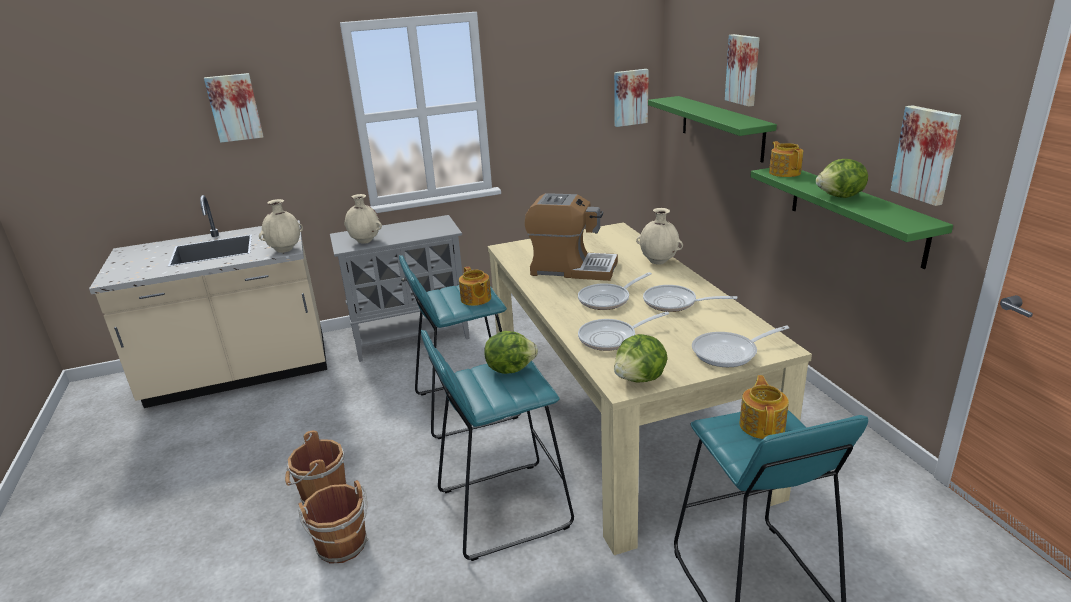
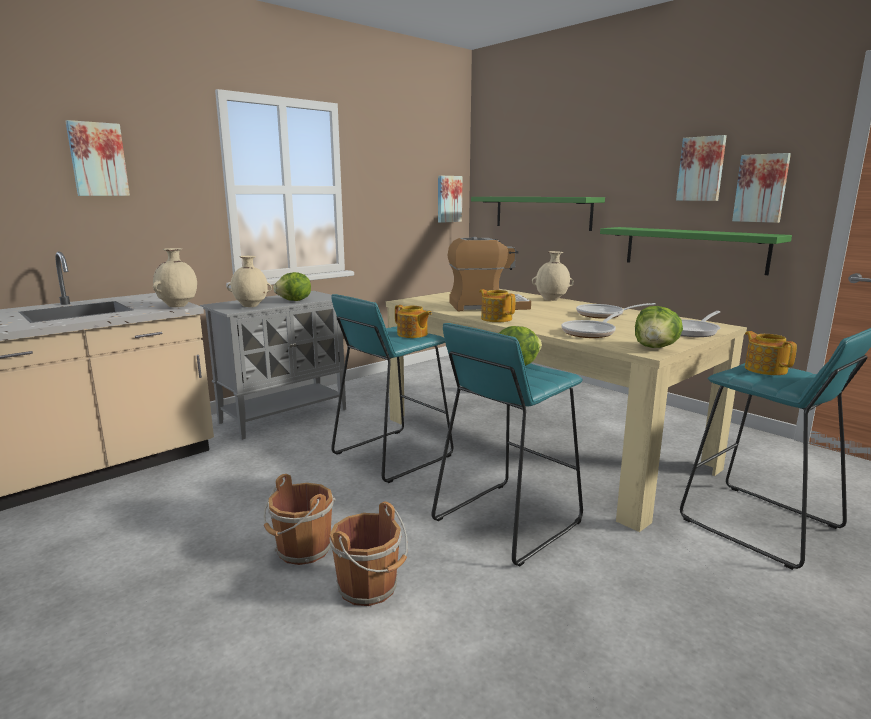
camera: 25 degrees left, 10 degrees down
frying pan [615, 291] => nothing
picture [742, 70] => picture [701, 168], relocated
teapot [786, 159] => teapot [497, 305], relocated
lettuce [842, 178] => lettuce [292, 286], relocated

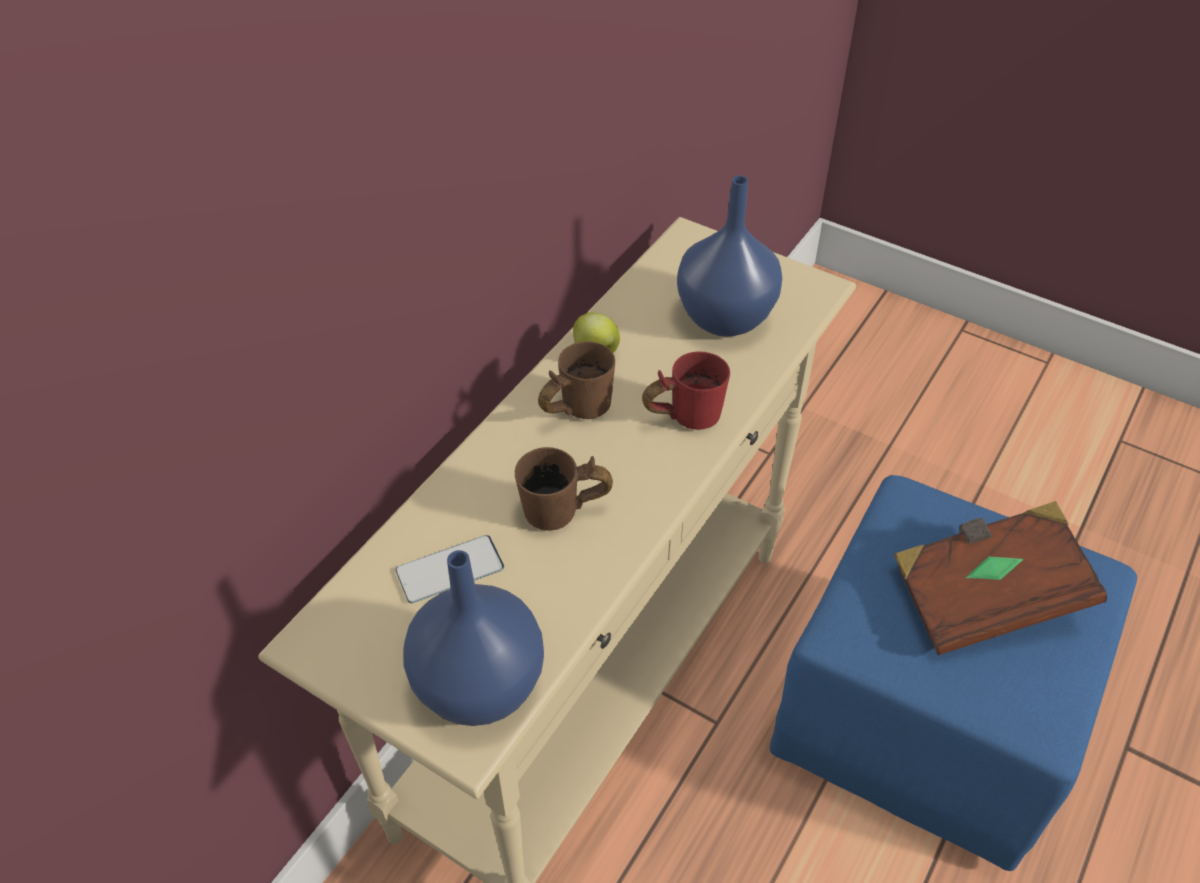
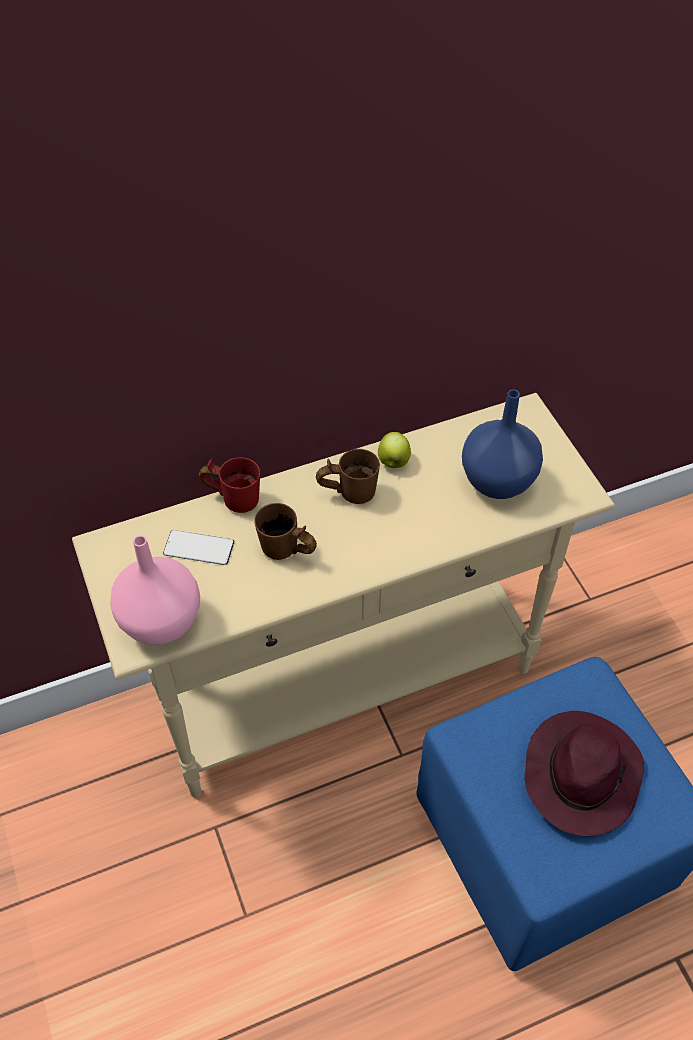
camera: 35 degrees right, 5 degrees up
mug/red [686, 390] => mug/red [229, 485], relocated
book/brown [1000, 578] => hat/purple [584, 773]
vase/blue [473, 638] => vase/pink [155, 590]

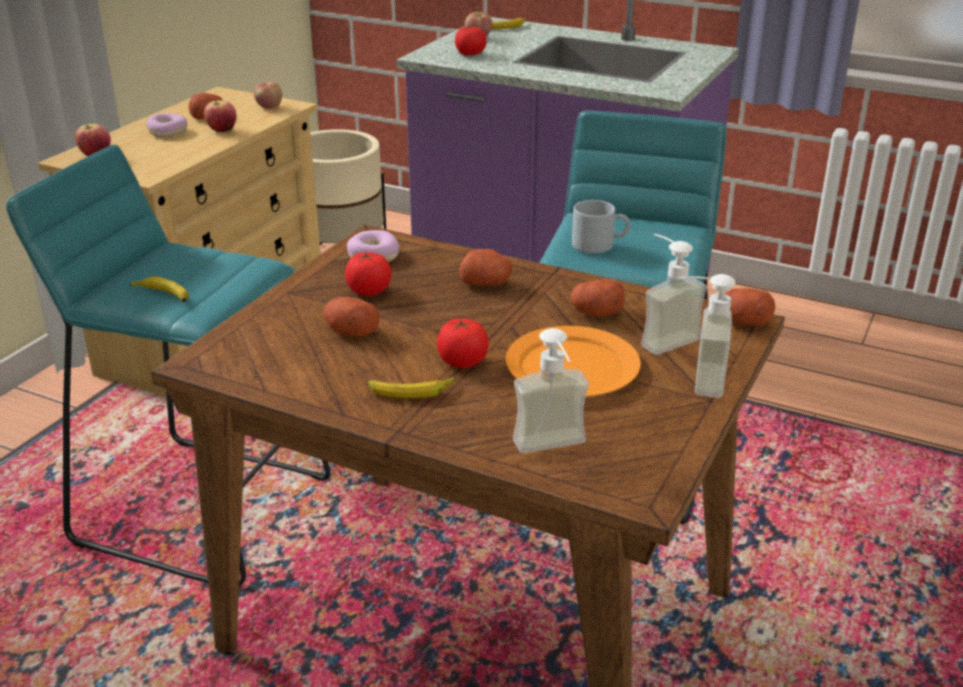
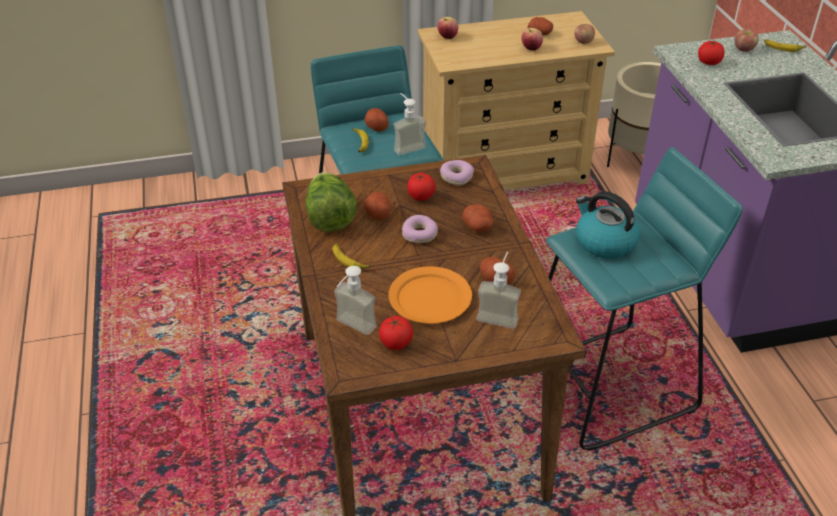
camera: 50 degrees right, 10 degrees up
nothing => lettuce [331, 202]
donut [167, 125] => donut [420, 229], relocated
tomato [463, 342] => tomato [396, 333], relocated
soap dispenser [707, 336] => soap dispenser [409, 124], relocated
potato [750, 307] => potato [376, 119], relocated
mug/grey [601, 226] => kettle [608, 225]

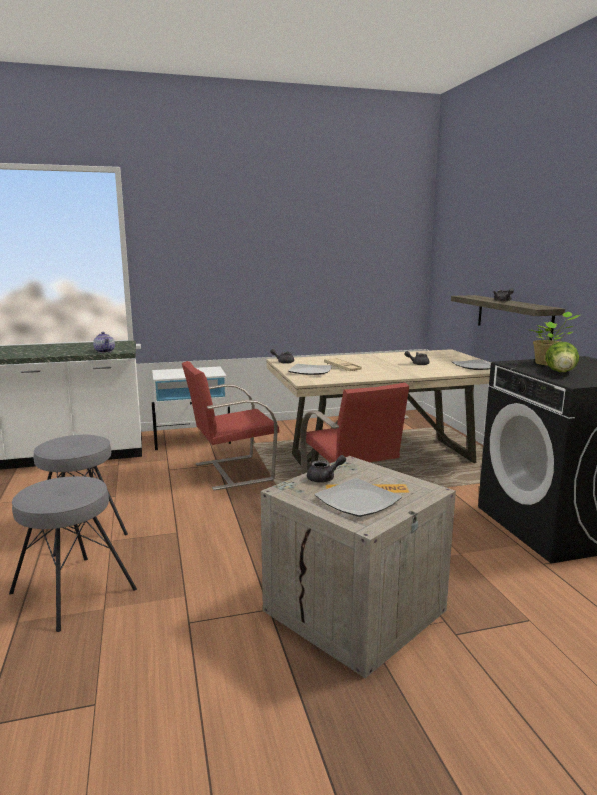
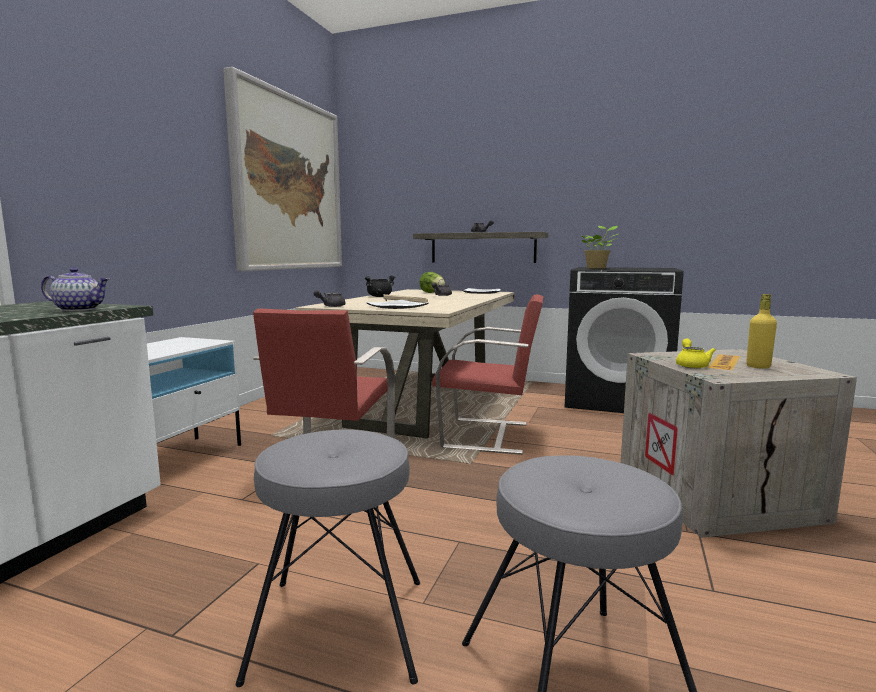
camera: 55 degrees left, 5 degrees down
nothing => picture [282, 169]
nothing => cooking pot/black [380, 286]
lettuce [562, 357] => lettuce [432, 282], relocated
plate [358, 497] => bottle/yellow [761, 331]
teapot/grey [326, 469] => teapot/yellow [696, 353]

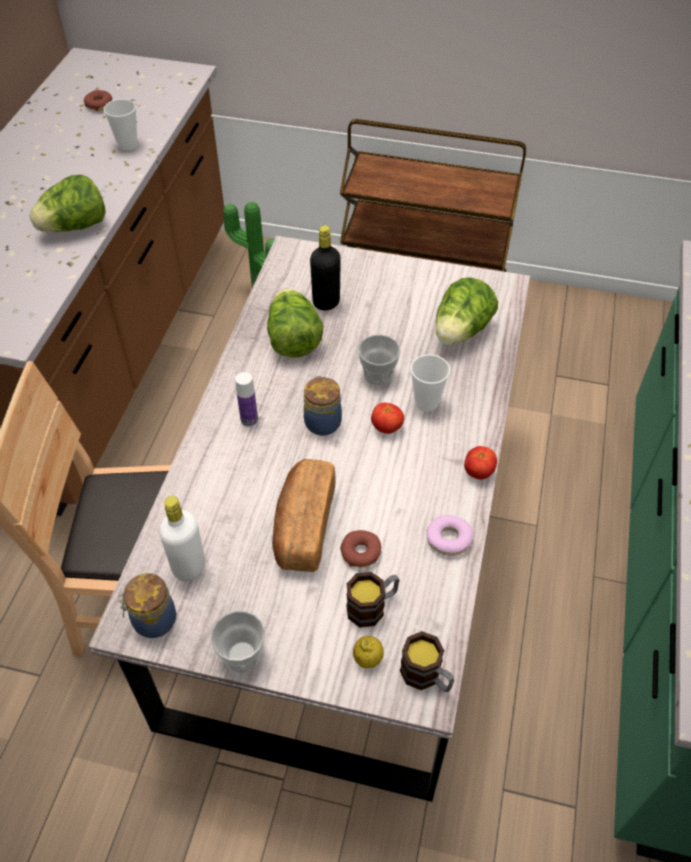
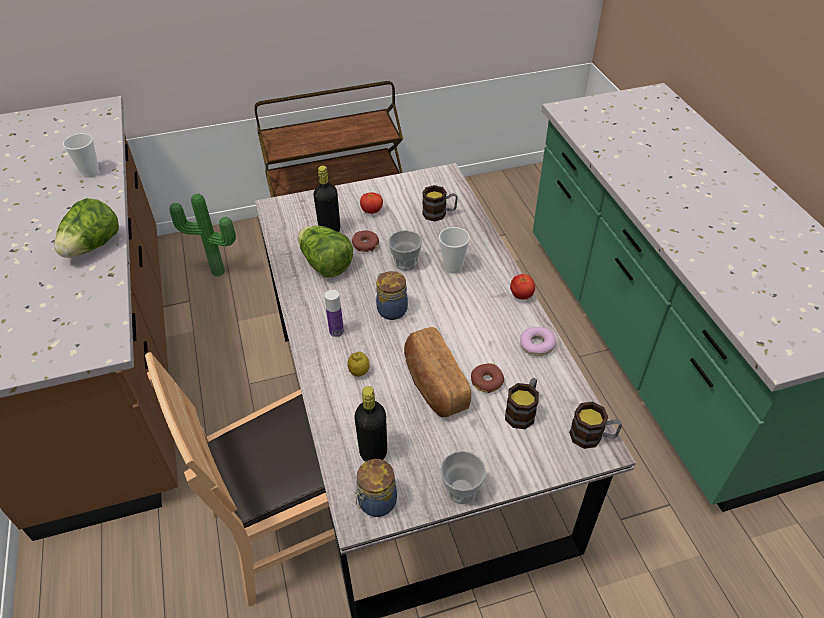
camera: 30 degrees left, 5 degrees down
donut [98, 101] => donut [365, 241], relocated
lemon [368, 652] => lemon [358, 364], relocated
tomato [387, 418] => tomato [371, 203], relocated
lettuce [467, 311] => mug [440, 203]
bottle/white [182, 538] => bottle/black [370, 424]

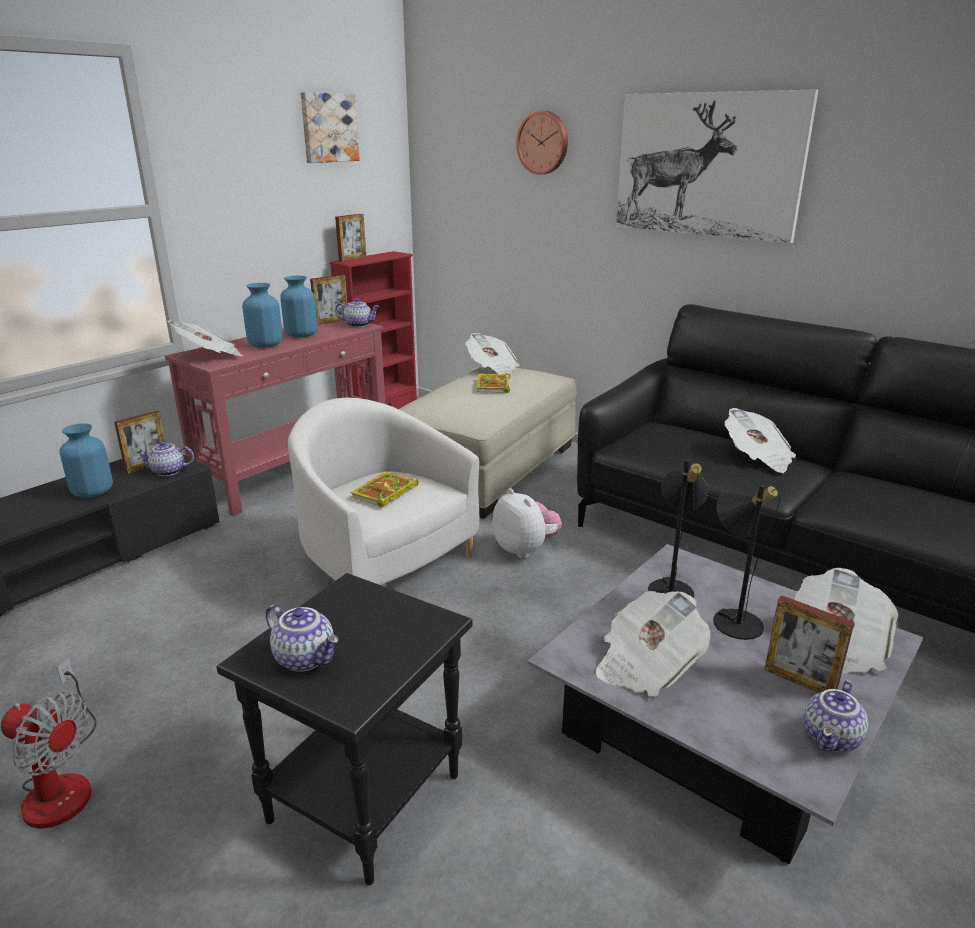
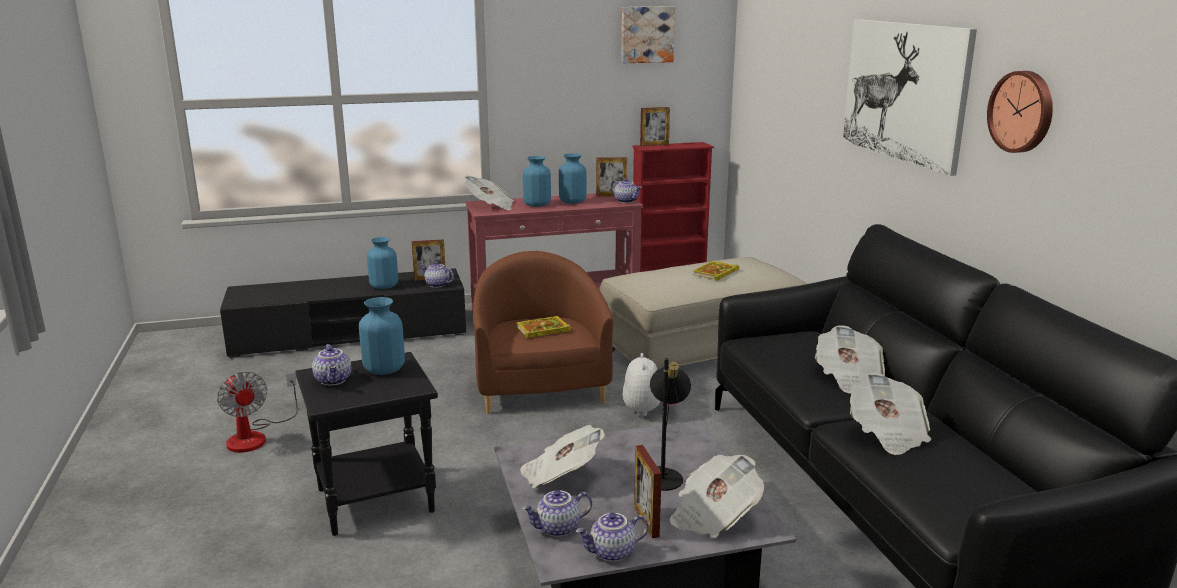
camera: 35 degrees right, 5 degrees down
table lamp/black [678, 528] => nothing
nothing => vase/blue [382, 336]
nothing => teapot [557, 513]
newspaper [492, 353] => newspaper [890, 414], relocated
wall clock [542, 142] => wall clock [1020, 112], relocated
armchair/white [383, 491] => armchair/brown [543, 332]

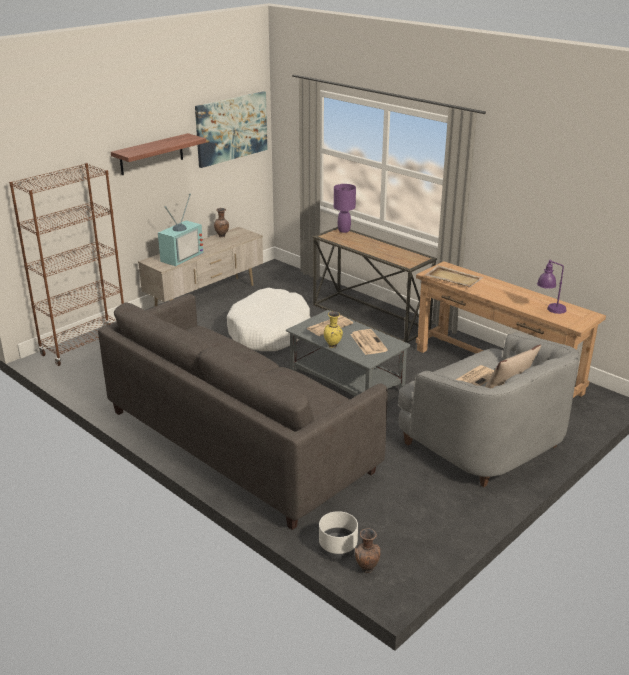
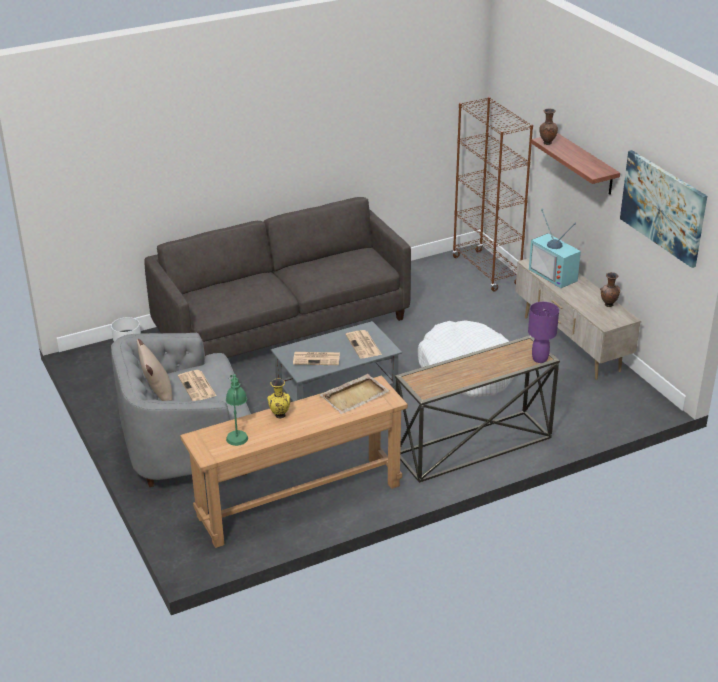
camera: 110 degrees right, 5 degrees up
vase/yellow [333, 329] => vase/yellow [278, 398], relocated
vase/brown [367, 551] => vase/brown [548, 127], relocated
table lamp/purple [552, 287] => table lamp/green [237, 410]

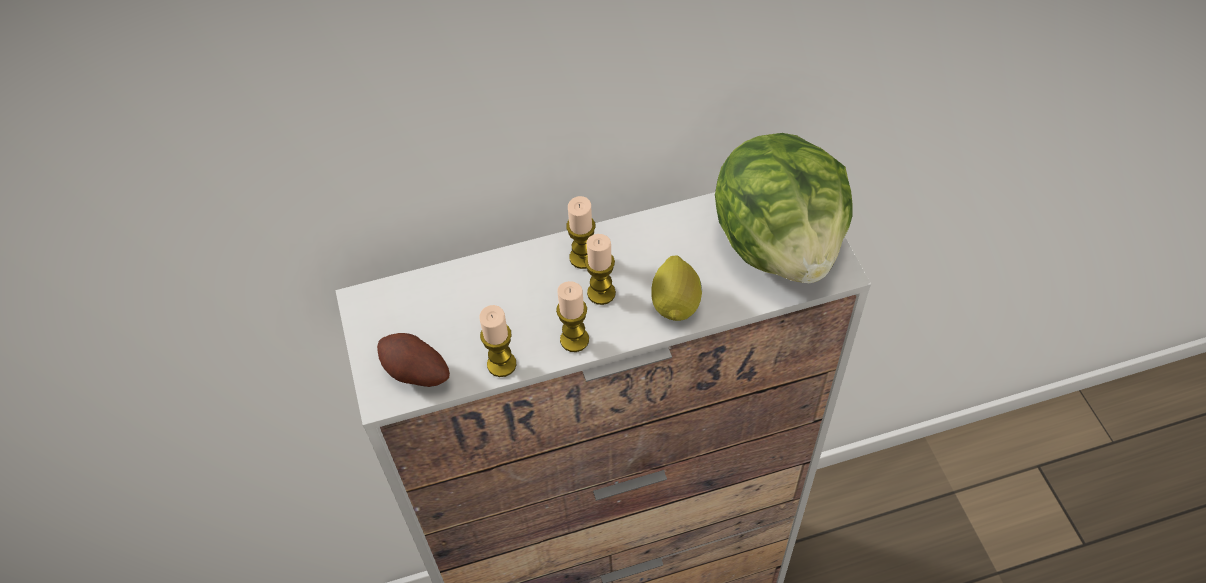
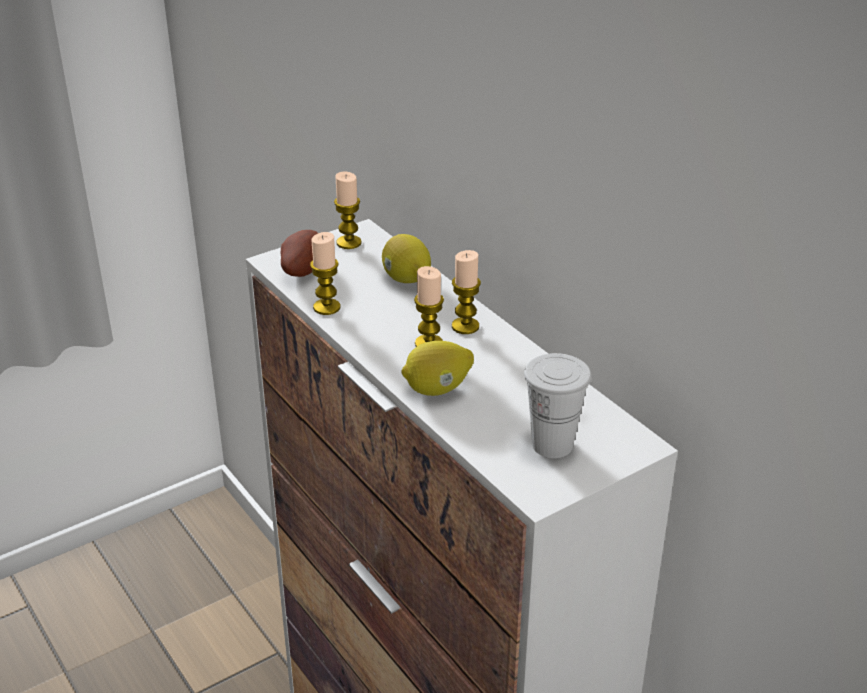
camera: 70 degrees right, 20 degrees down
nothing => lemon [406, 258]
candle [572, 316] => candle [348, 210], relocated
lettuce [784, 208] => cup/white [557, 405]

